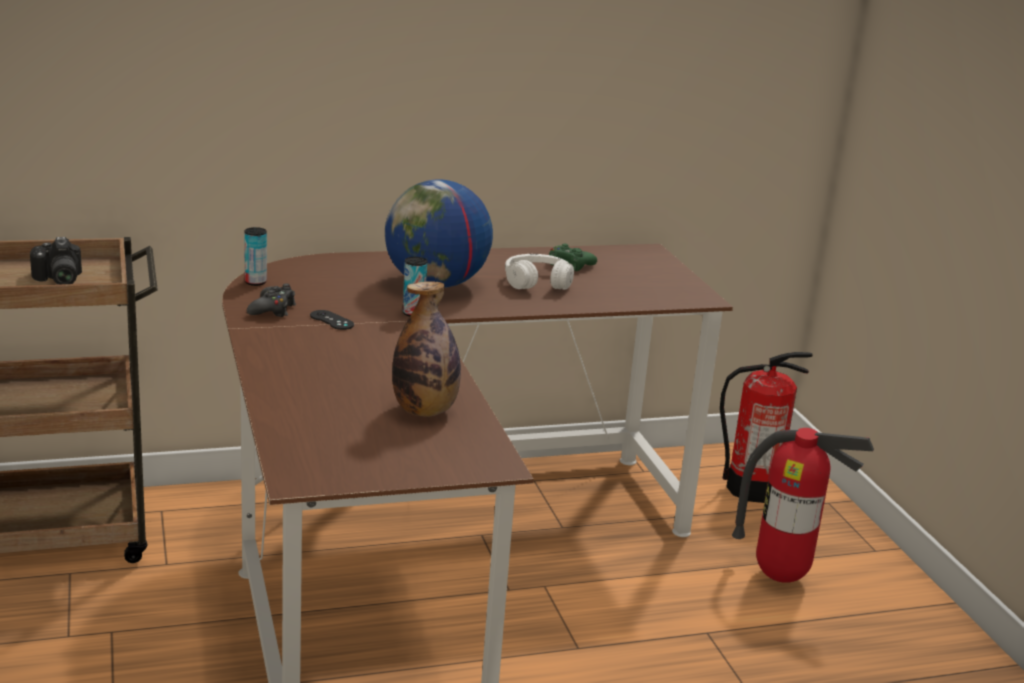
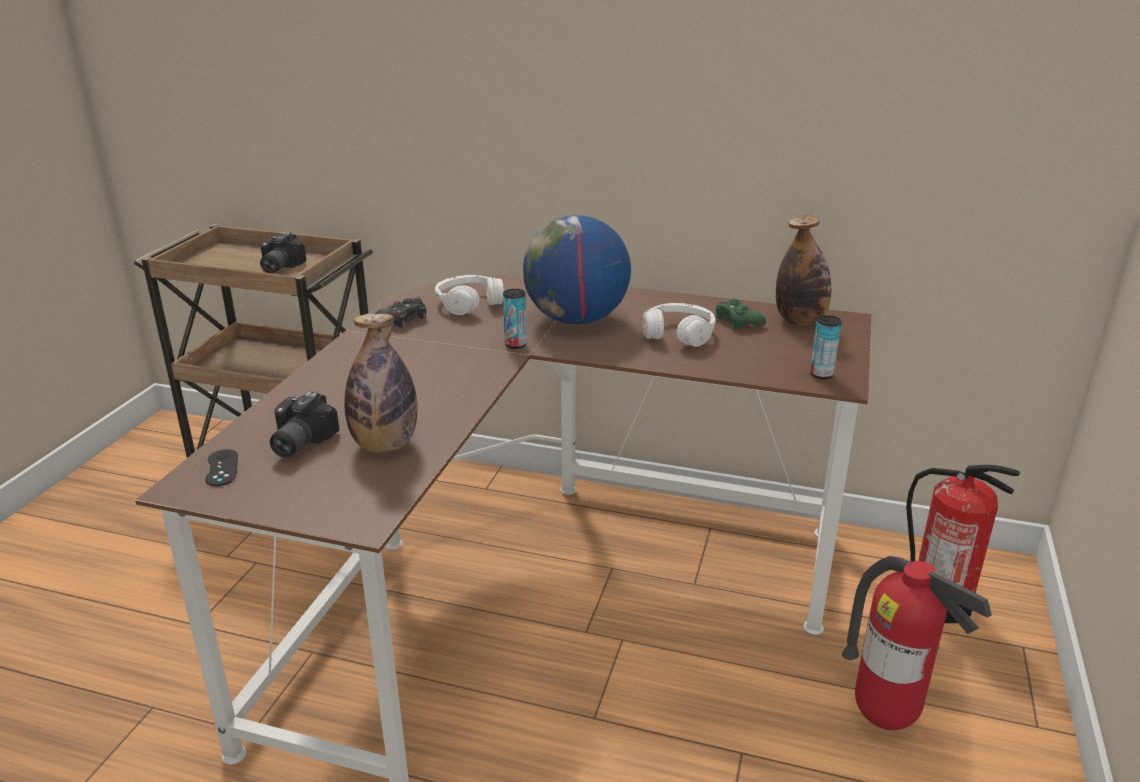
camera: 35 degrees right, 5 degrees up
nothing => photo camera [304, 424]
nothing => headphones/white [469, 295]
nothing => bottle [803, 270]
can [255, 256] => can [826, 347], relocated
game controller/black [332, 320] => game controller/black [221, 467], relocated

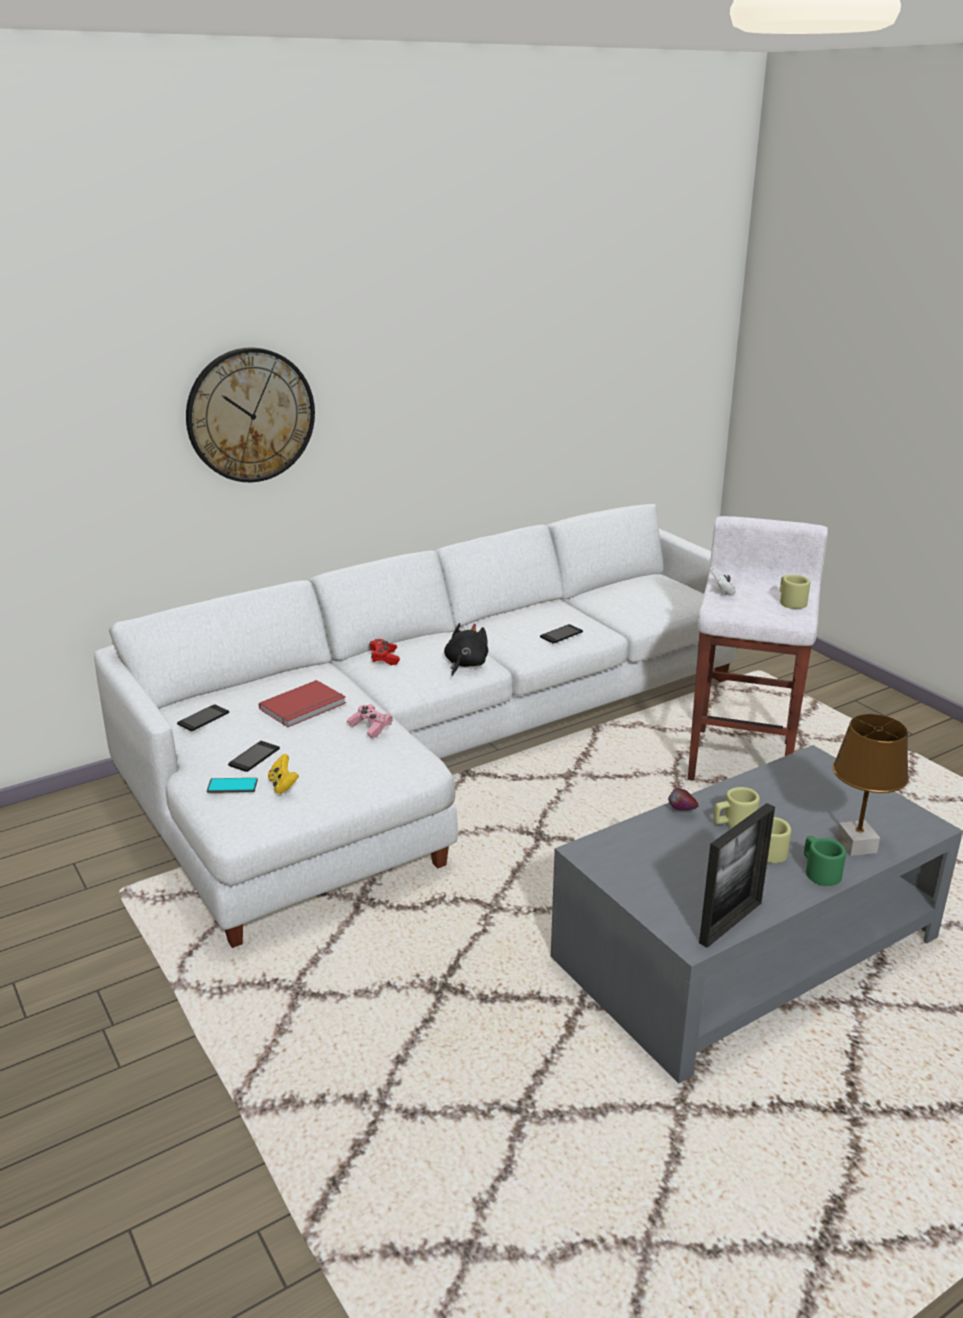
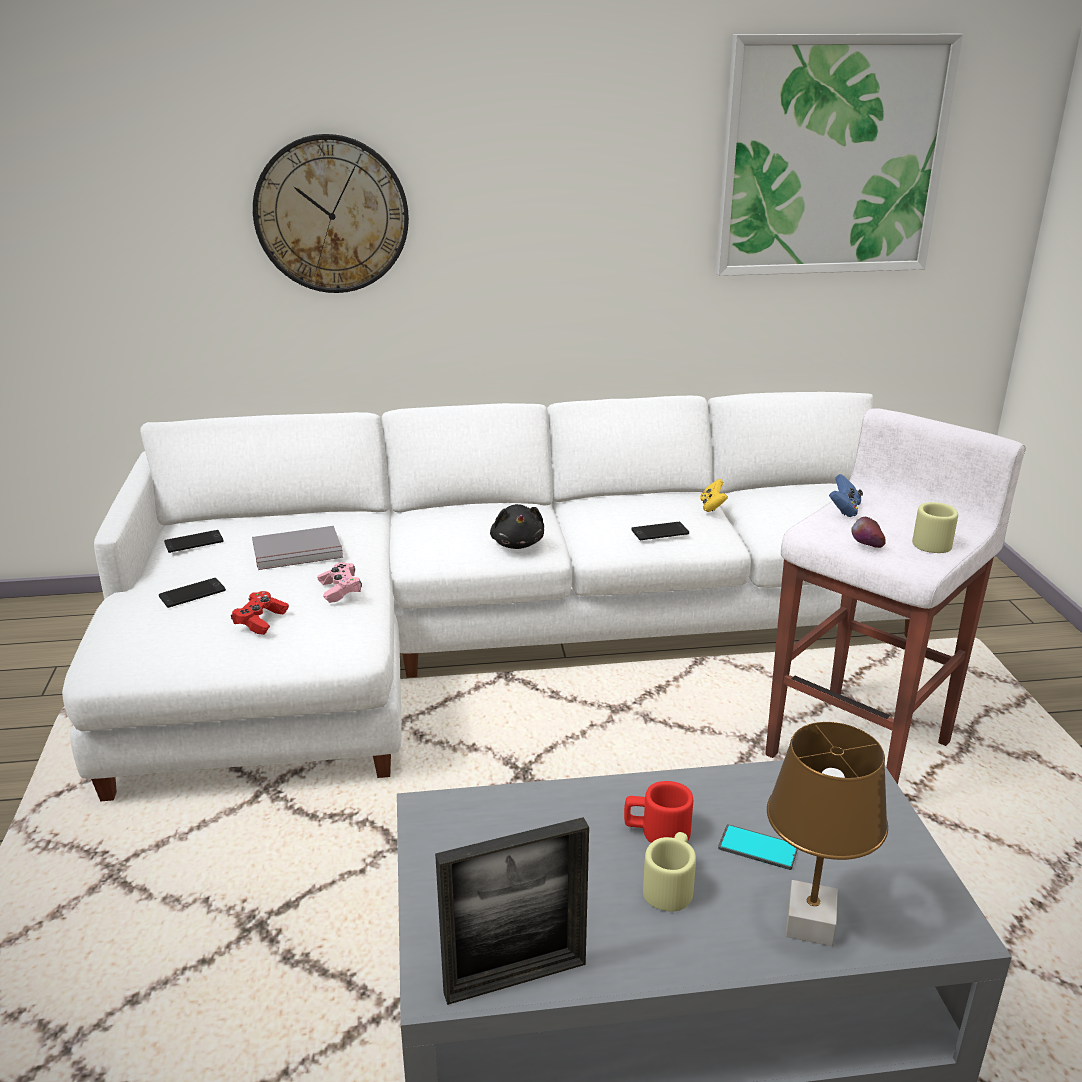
camera: 25 degrees right, 0 degrees up
mug/green [825, 861] => nothing
nothing => picture [839, 155]
phone [232, 785] => phone [758, 847], relocated
game controller/yellow [283, 774] => game controller/yellow [714, 495], relocated
game controller/red [384, 652] => game controller/red [260, 613], relocated
apple [683, 799] => apple [868, 532], relocated
book/red [302, 703] => book/grey [297, 548]
game controller/white [723, 581] => game controller/blue [846, 495]
mug/beige [737, 807] => mug/red [658, 812]
plush toy/black [466, 649] => plush toy/black [517, 526], 120 degrees clockwise

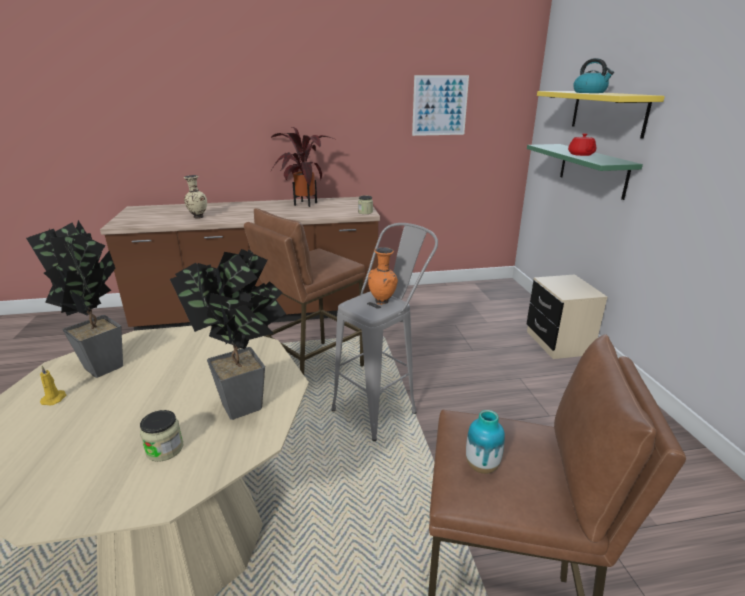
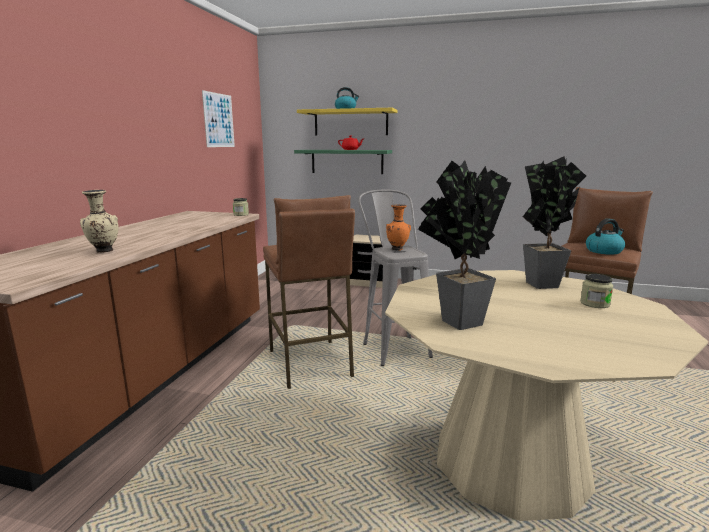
camera: 65 degrees left, 10 degrees down
candle/yellow [53, 386] => nothing
potted plant [302, 167] => nothing
vase [485, 442] => kettle [605, 237]

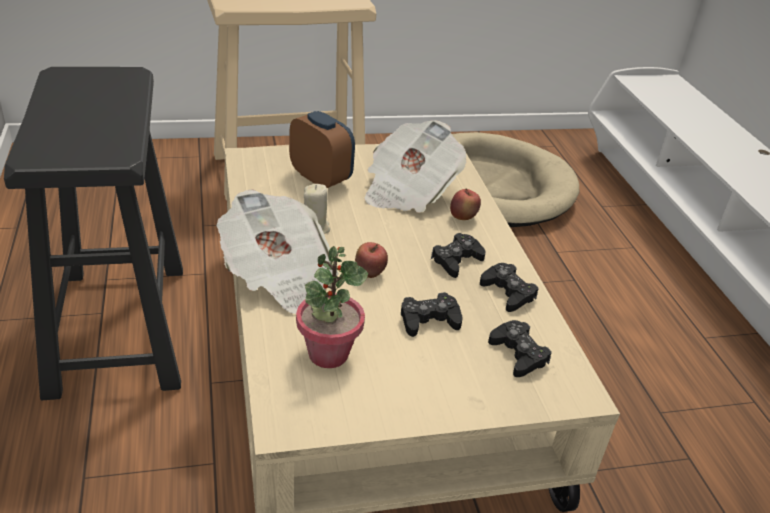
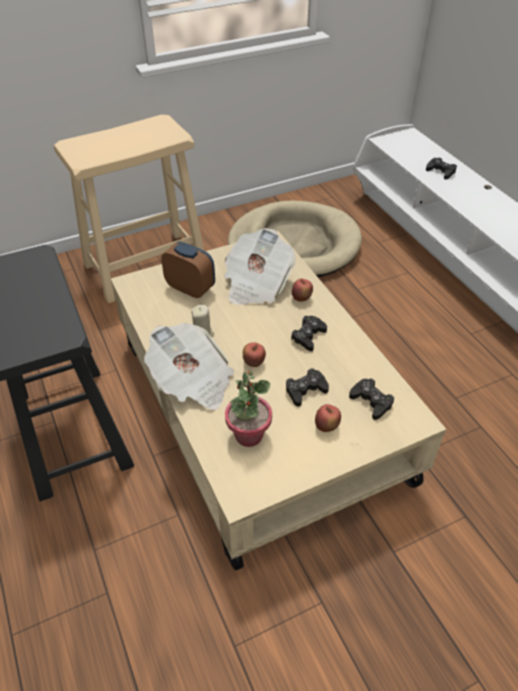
camera: 10 degrees left, 10 degrees up
nothing => apple [328, 418]
game controller/black [509, 287] => game controller/black [441, 169], relocated

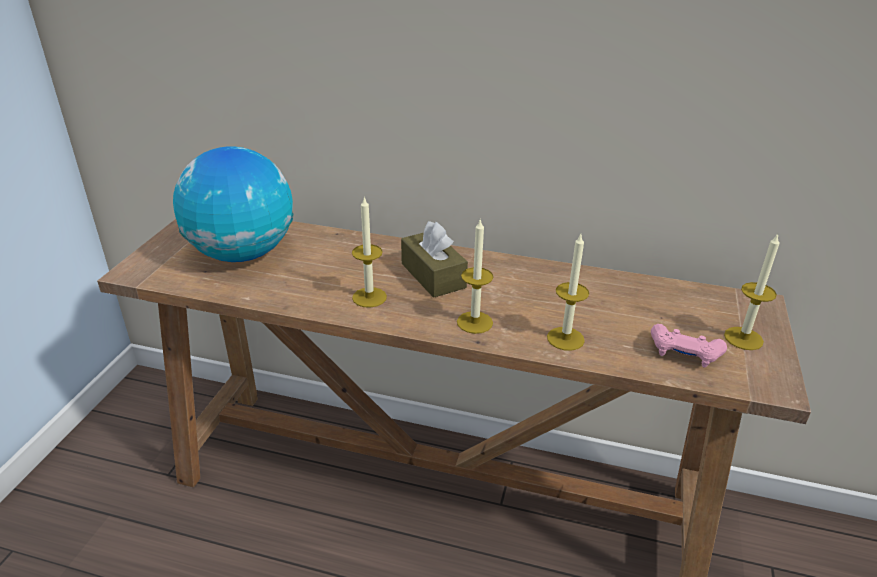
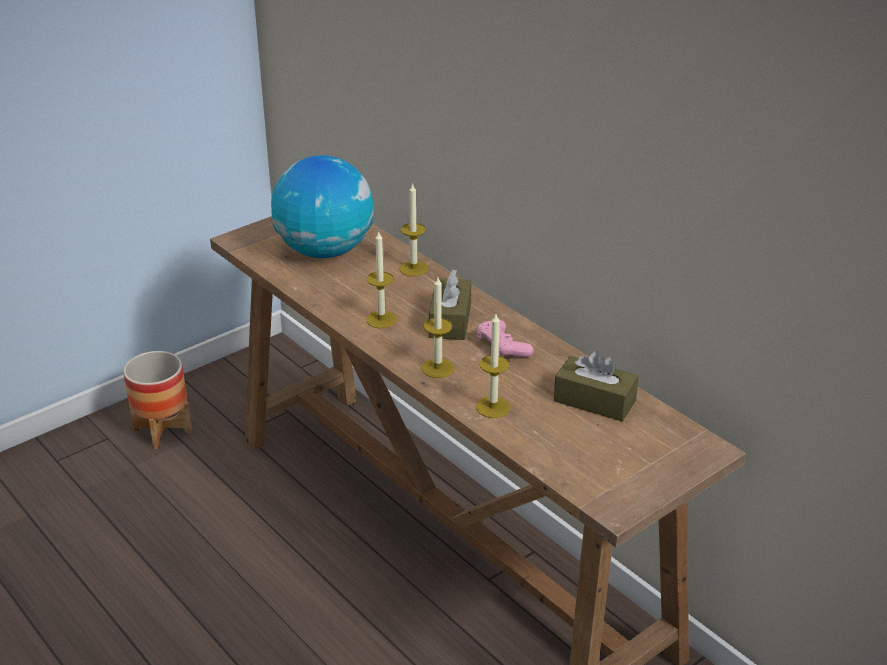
camera: 35 degrees right, 0 degrees up
nothing => planter [157, 400]
nothing => tissue box/brown [596, 385]
game controller/pink [689, 345] => game controller/pink [505, 338], relocated
candle [752, 292] => candle [414, 229], relocated

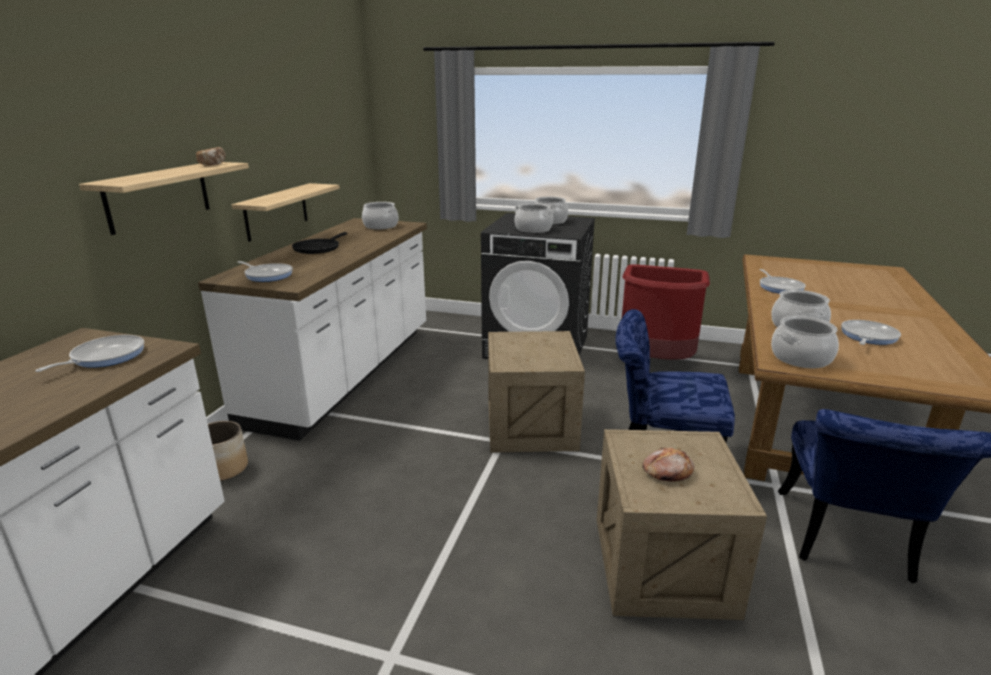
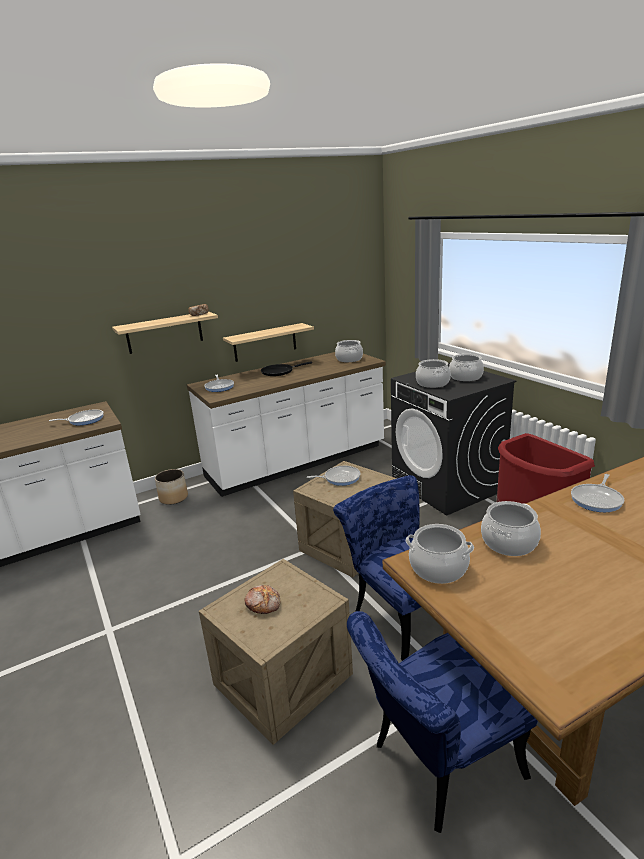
camera: 45 degrees right, 0 degrees up
frying pan [871, 332] => frying pan [333, 476], relocated

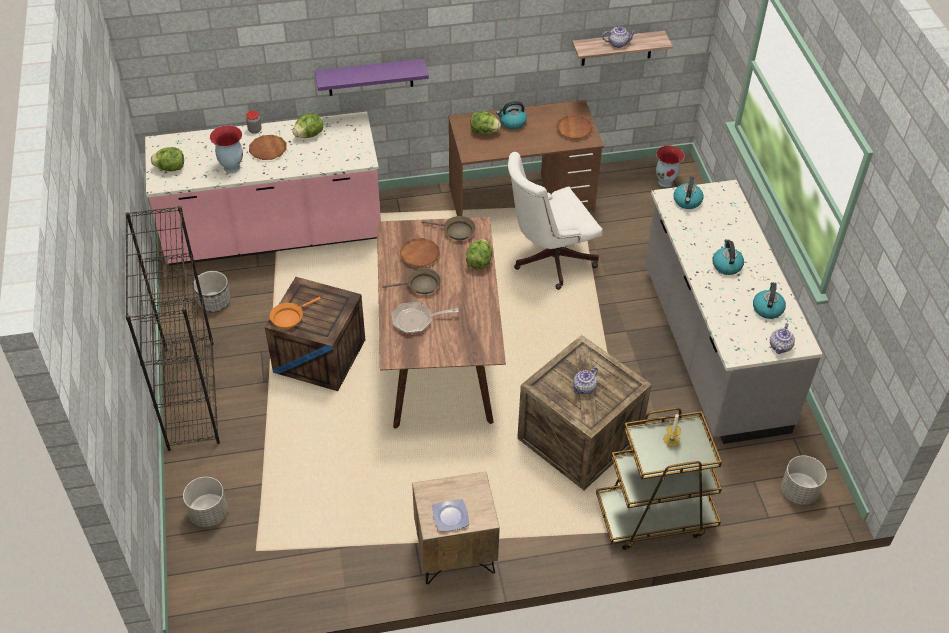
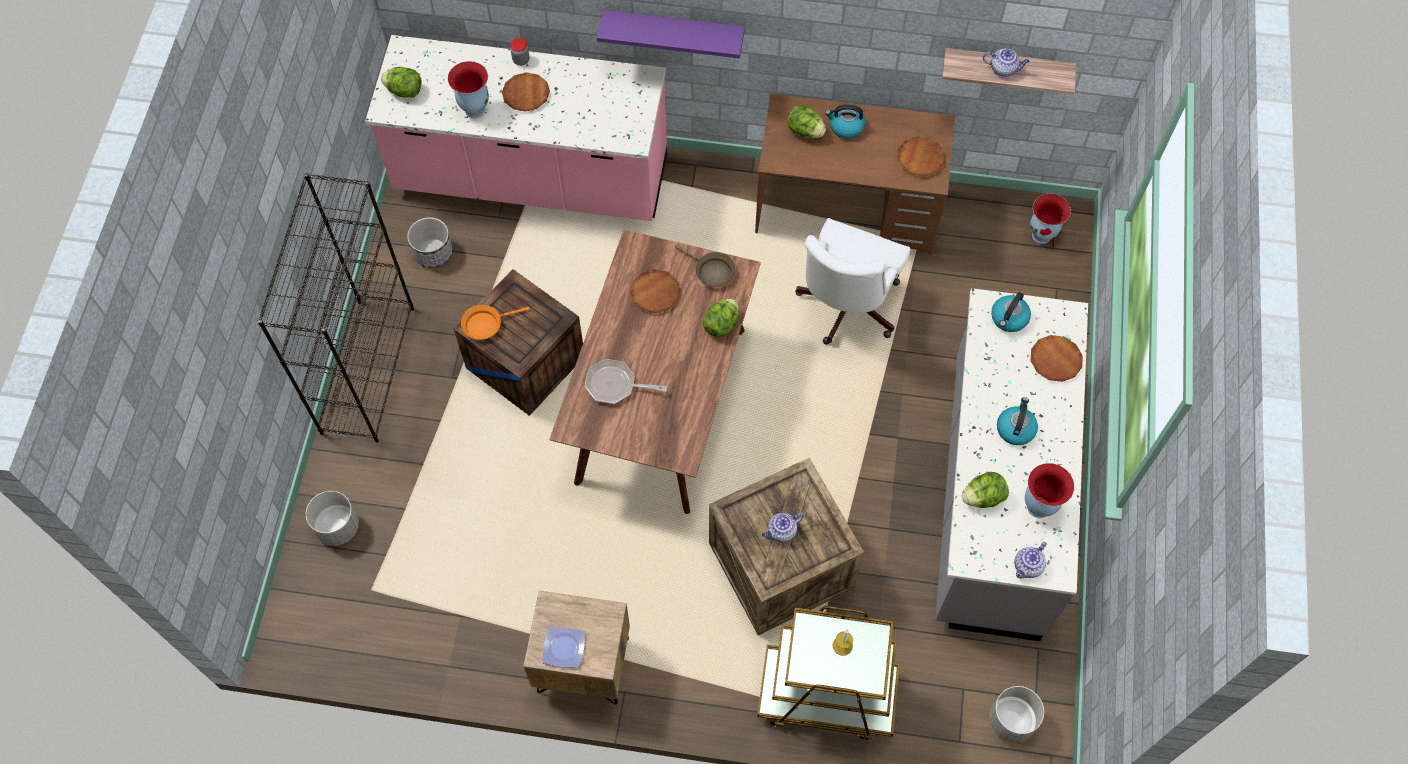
camera: 20 degrees right, 15 degrees up
frying pan/brown [411, 281] => nothing
nothing => plate/brown [1057, 358]
lettuce [307, 125] => lettuce [985, 490], relocated
kettle [769, 300] => vase [1050, 490]
office chair/white [555, 221] => office chair/white [852, 281], 60 degrees counterclockwise

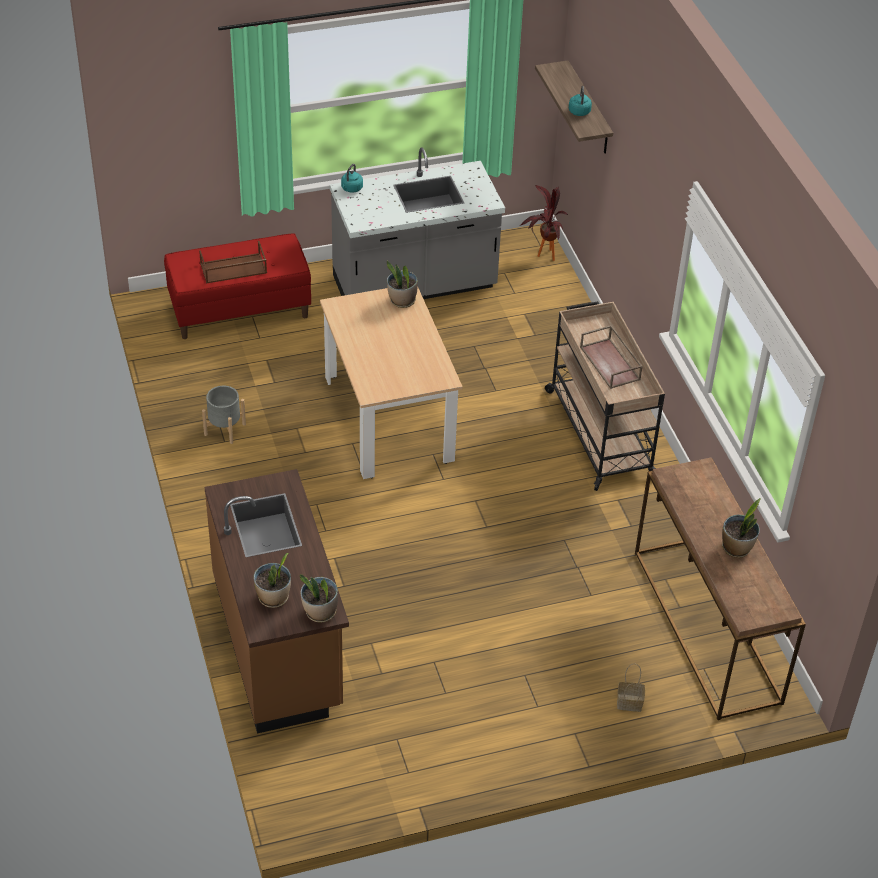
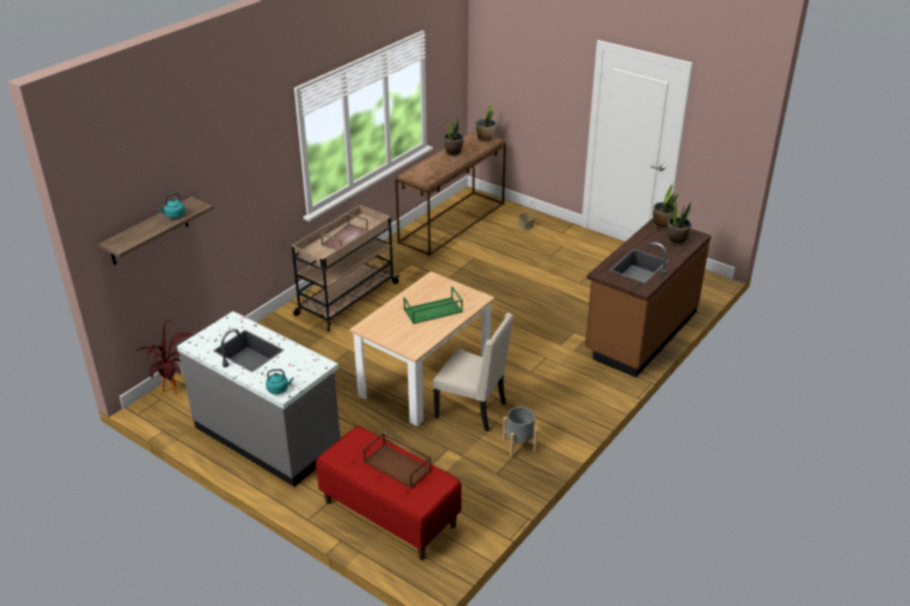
camera: 125 degrees left, 10 degrees down
nothing => tray/green [433, 305]
nothing => chair/beige [473, 372]
potted plant [402, 284] => potted plant [486, 122], relocated

